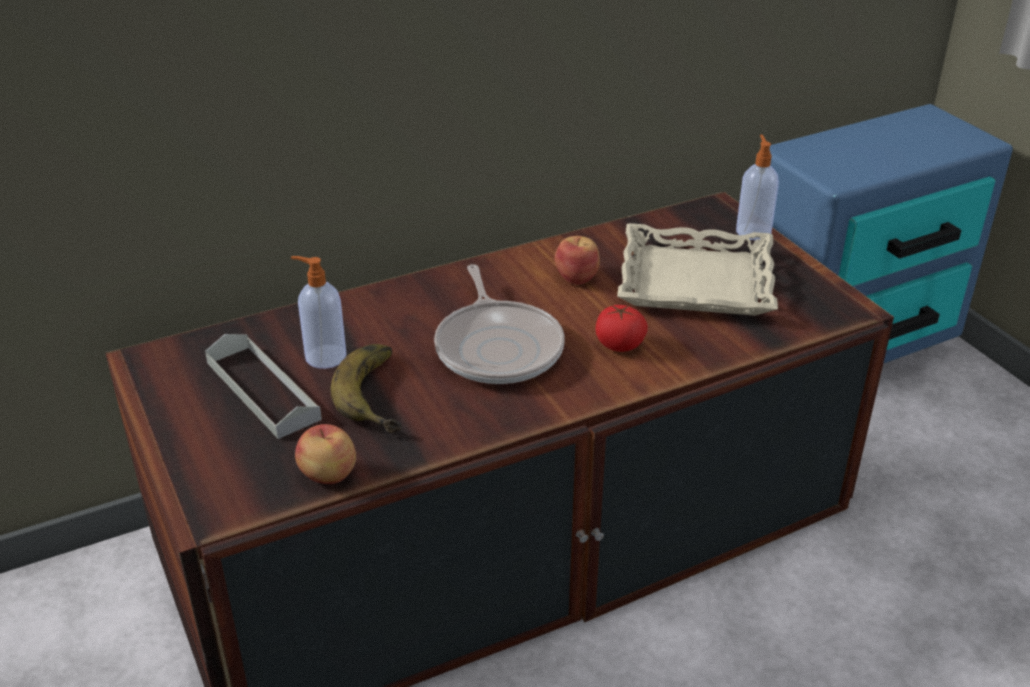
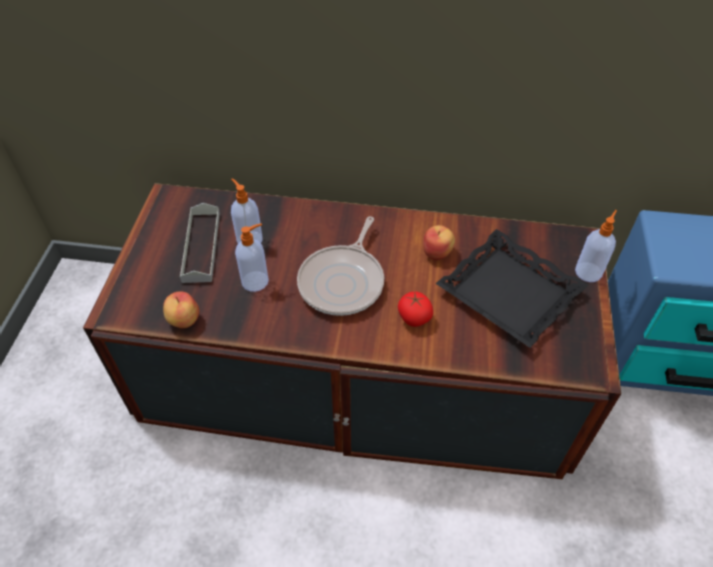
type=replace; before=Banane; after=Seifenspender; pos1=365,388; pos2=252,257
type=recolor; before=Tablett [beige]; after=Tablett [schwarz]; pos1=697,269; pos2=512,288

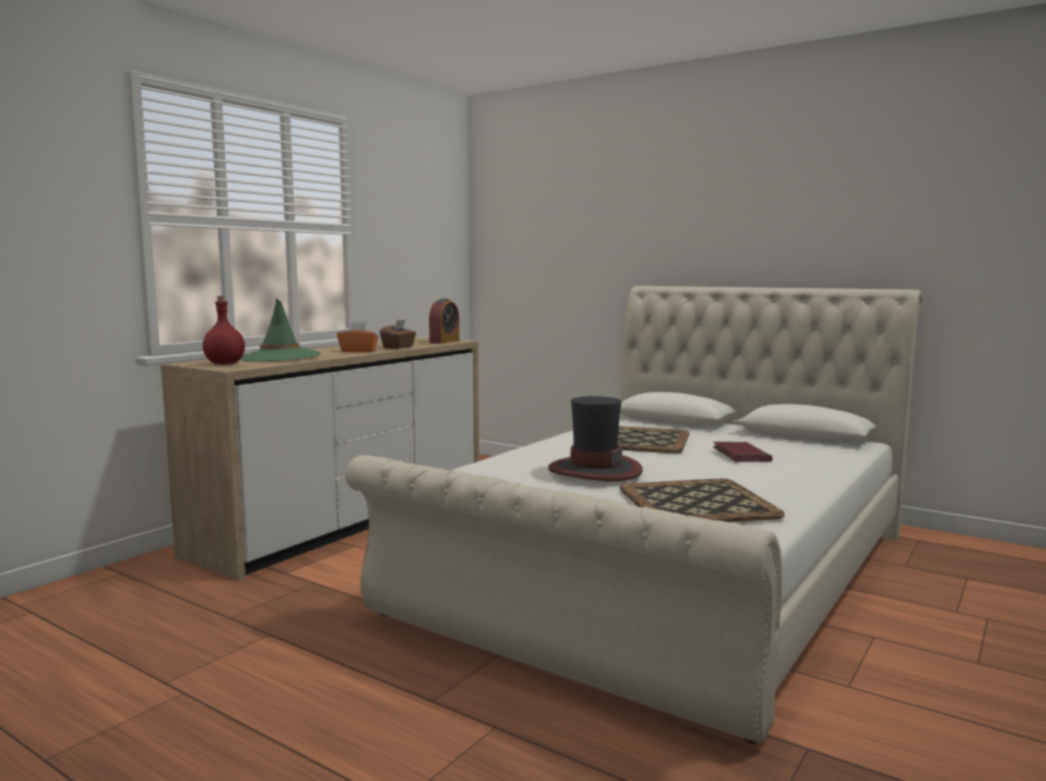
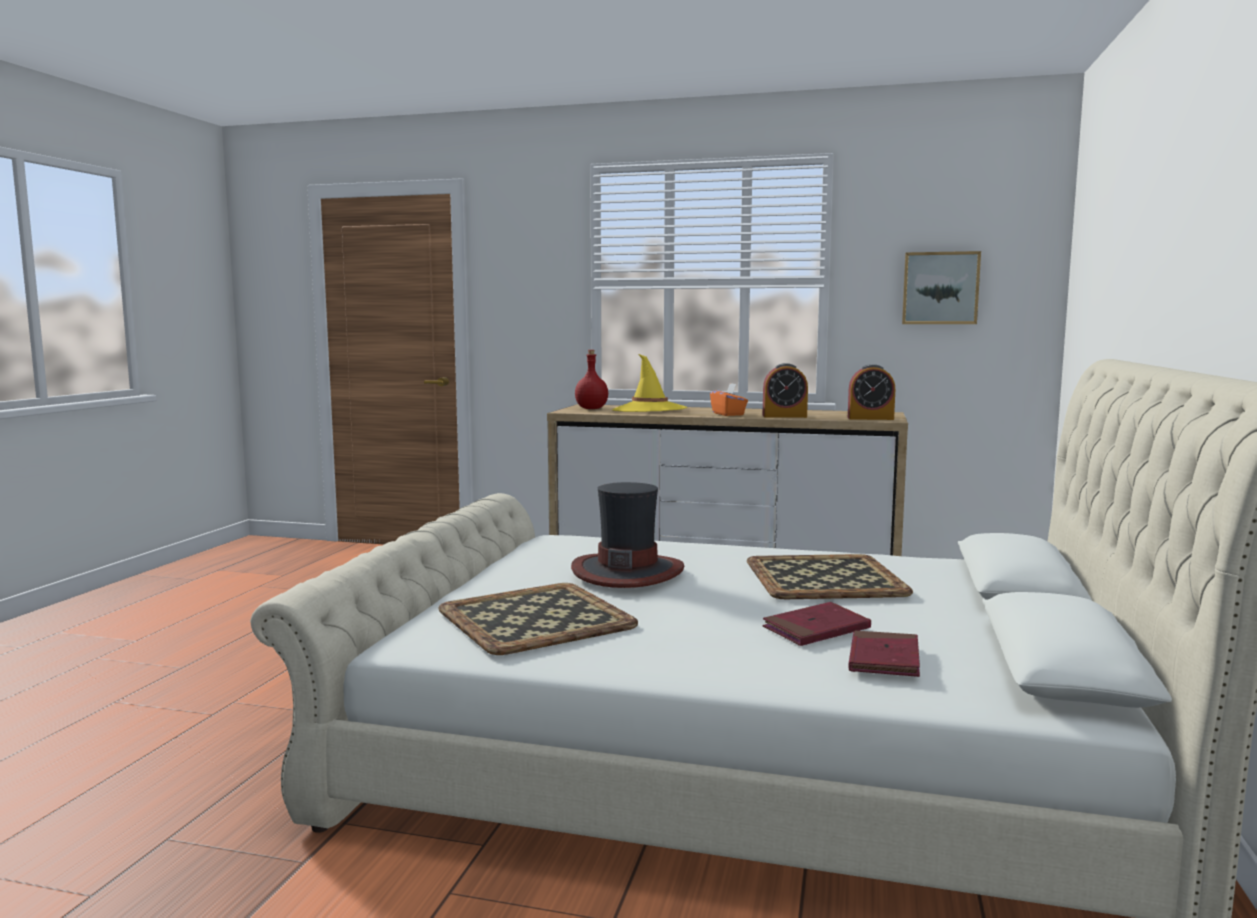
type=insert; after=Buch [rot]; pos2=884,654
type=insert; after=Bild; pos2=941,287
type=replace; before=Taschentuchbox [braun]; after=Wecker; pos1=398,334; pos2=785,390
type=recolor; before=Hut [grün]; after=Hut [gelb]; pos1=280,330; pos2=649,383

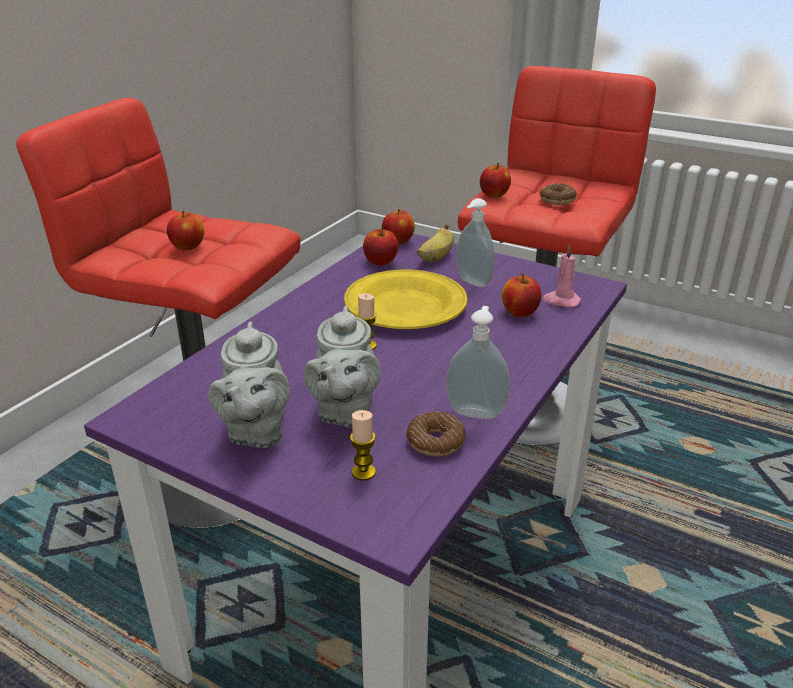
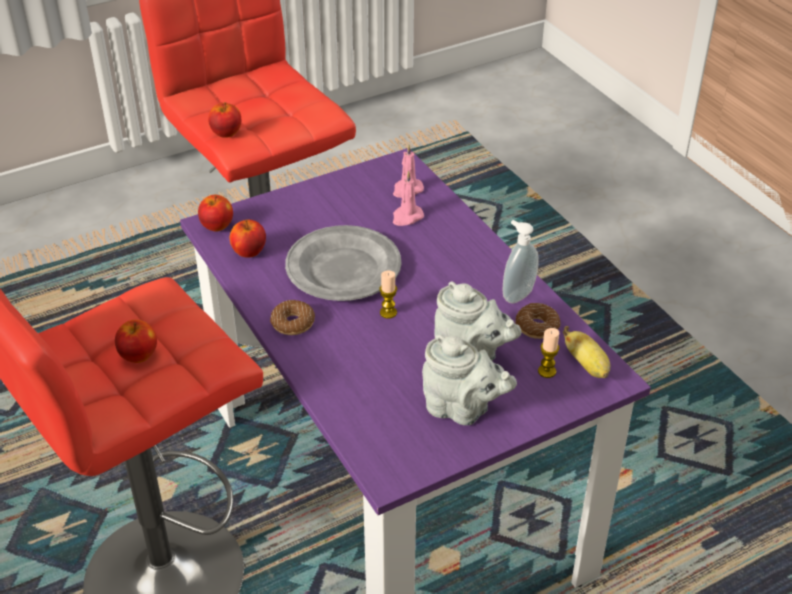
type=delete; before=Seifenspender; pos1=476,242
type=move; before=Banane; pos1=435,243; pos2=586,352
type=move; before=Donut; pos1=558,194; pos2=292,317
type=replace; before=Apfel; after=Kerze [rosa]; pos1=521,295; pos2=408,198
type=recolor; before=Teller [gelb]; after=Teller [grau]; pos1=406,299; pos2=343,263

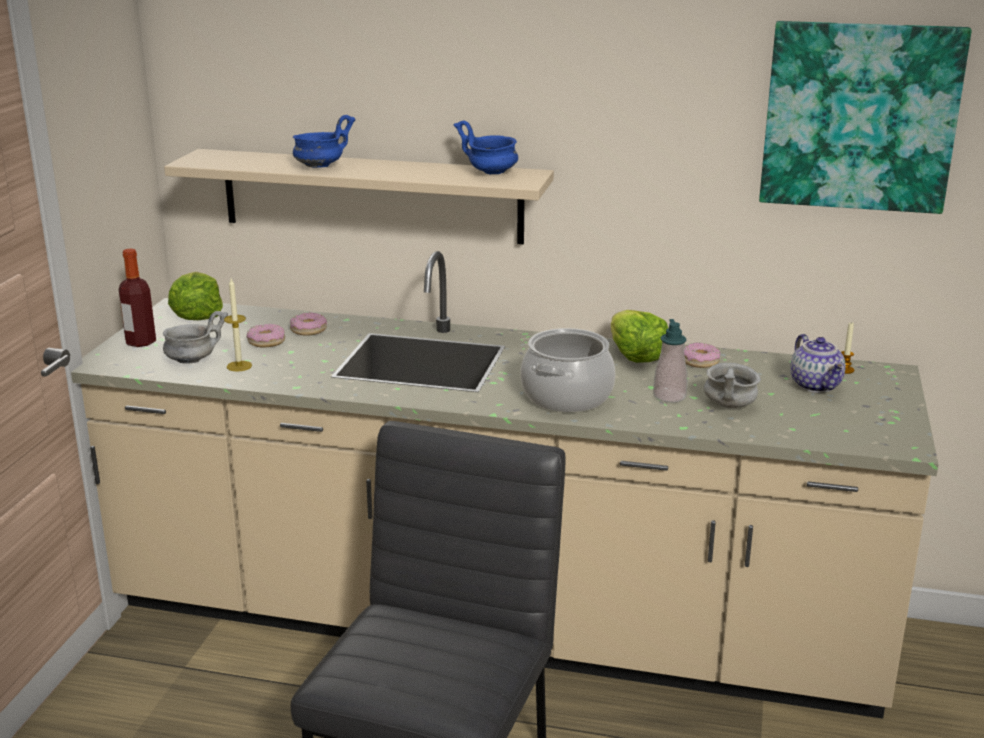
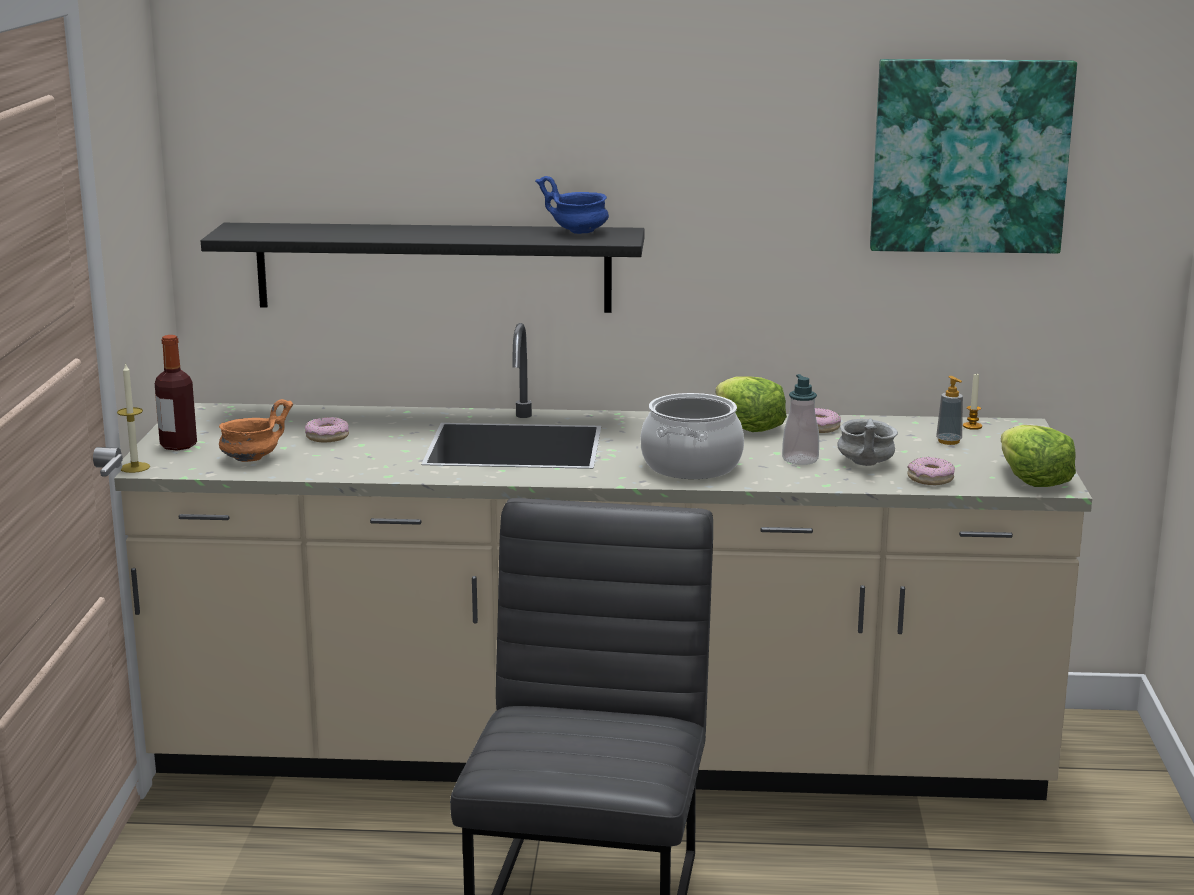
type=delete; before=Schüssel [blau]; pos1=324,141
type=move; before=Salatkopf; pos1=195,296; pos2=1038,456
type=move; before=Kerze; pos1=238,325; pos2=133,418
type=move; before=Donut; pos1=308,324; pos2=931,471
type=replace; before=Teekanne; after=Seifenspender; pos1=818,363; pos2=949,410
type=recolor; before=Schüssel [grau]; after=Schüssel [orange]; pos1=195,337; pos2=256,430
type=recolor; before=Wandregal [beige]; after=Wandregal [schwarz]; pos1=359,196; pos2=423,268

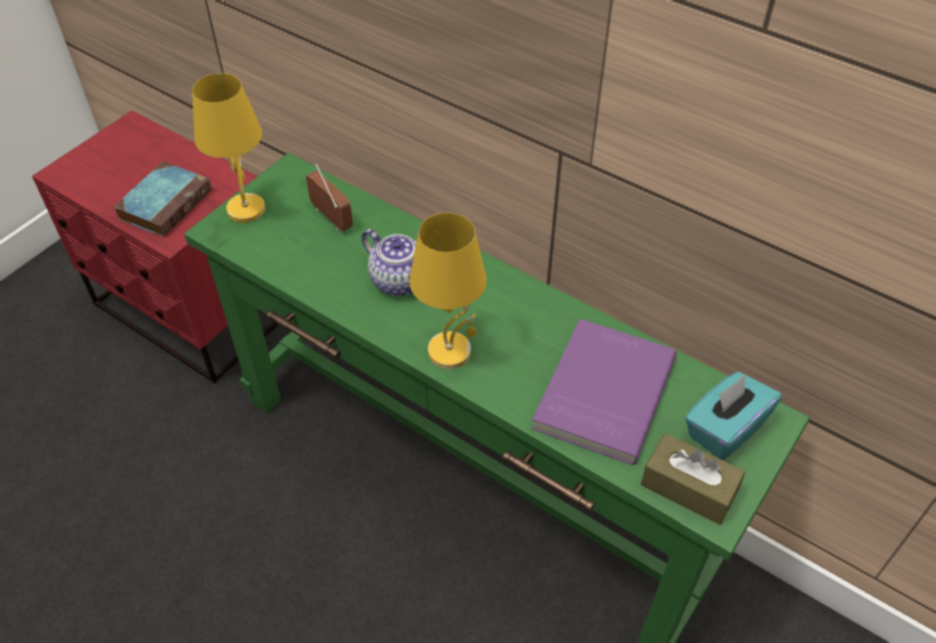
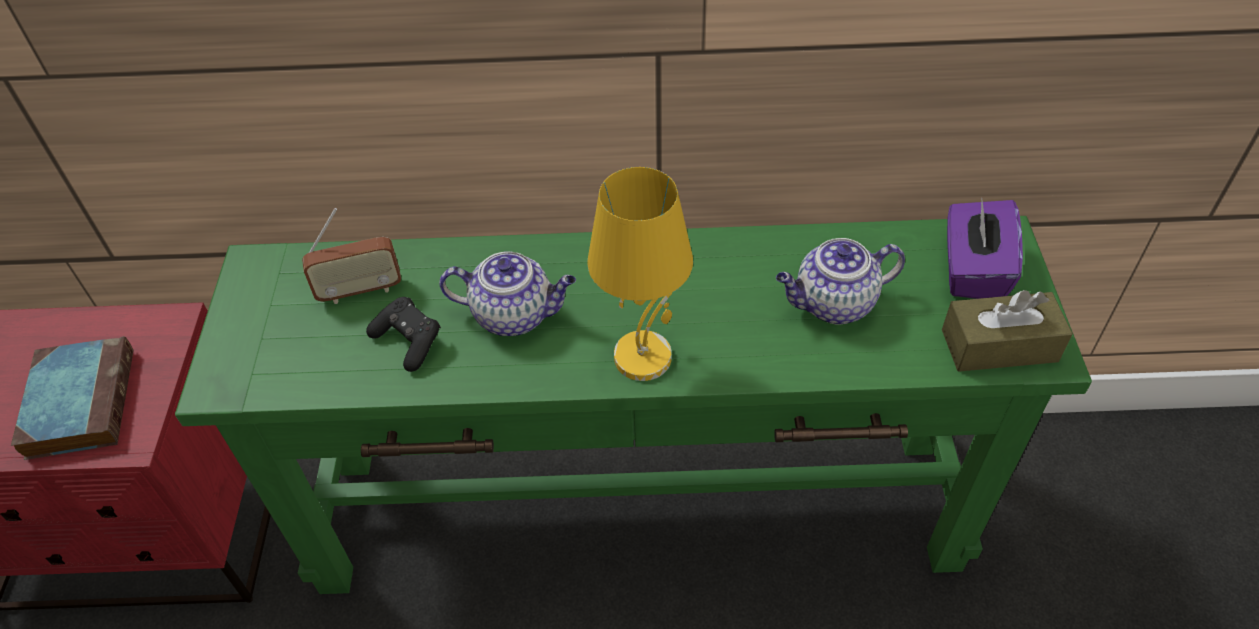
type=delete; before=Tischlampe [gelb]; pos1=228,148
type=insert; after=Gamepad [schwarz]; pos2=403,334
type=replace; before=Buch [lila]; after=Teekanne; pos1=604,392; pos2=840,281
type=recolor; before=Taschentuchbox [türkis]; after=Taschentuchbox [lila]; pos1=733,416; pos2=985,249
type=rotate; before=Radio; pos1=329,197; pos2=351,256; turn=150

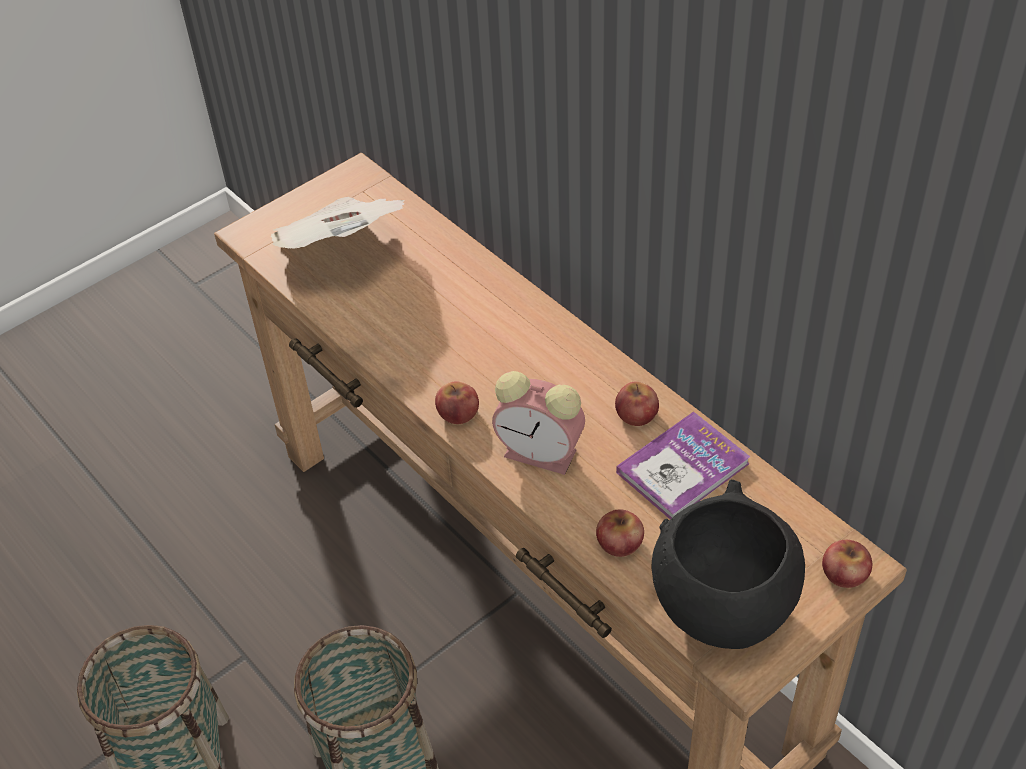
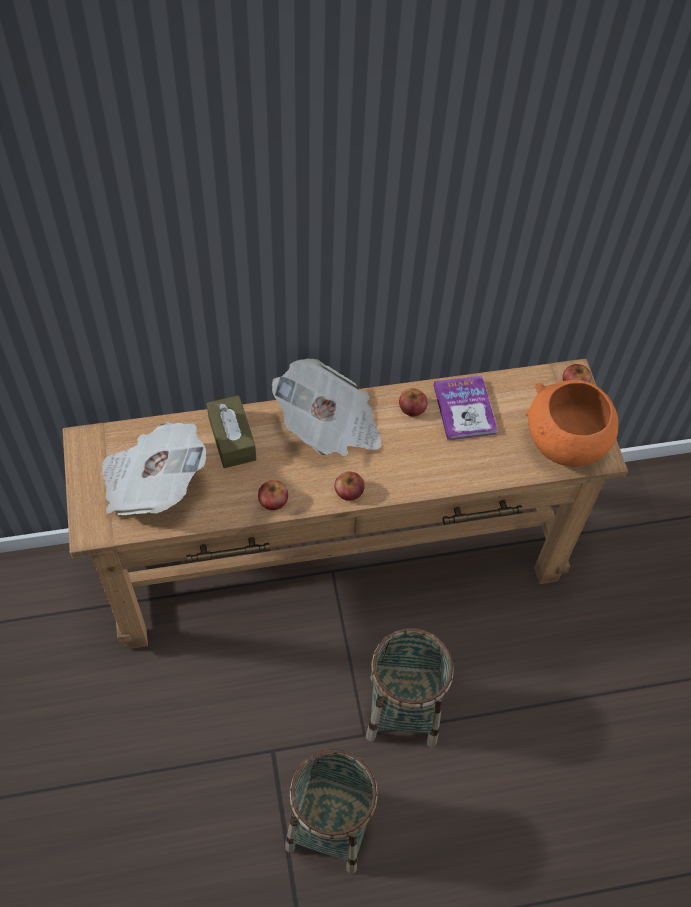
type=delete; before=Wecker; pos1=538,423
type=insert; after=Taschentuchbox [braun]; pos2=231,431
type=insert; after=Zeitung; pos2=327,407
type=move; before=Apfel; pos1=620,533; pos2=273,495
type=recolor; before=Schüssel [schwarz]; after=Schüssel [orange]; pos1=728,564; pos2=572,423

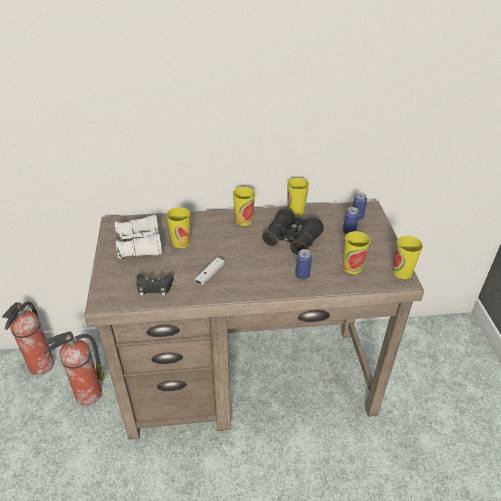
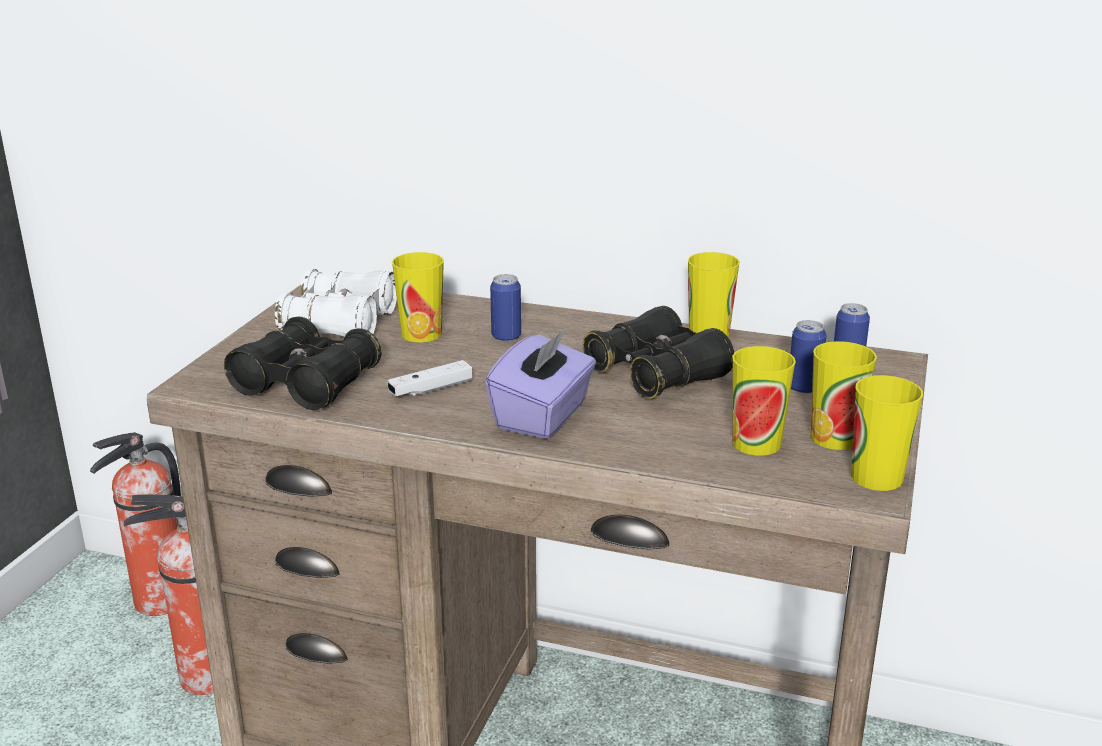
type=insert; after=Taschentuchbox [lila]; pos2=540,384
type=move; before=Tasse; pos1=244,206; pos2=844,395
type=move; before=Dose; pos1=303,264; pos2=505,307
type=replace; before=Gamepad [schwarz]; after=Fernglas [schwarz]; pos1=154,285; pos2=303,363

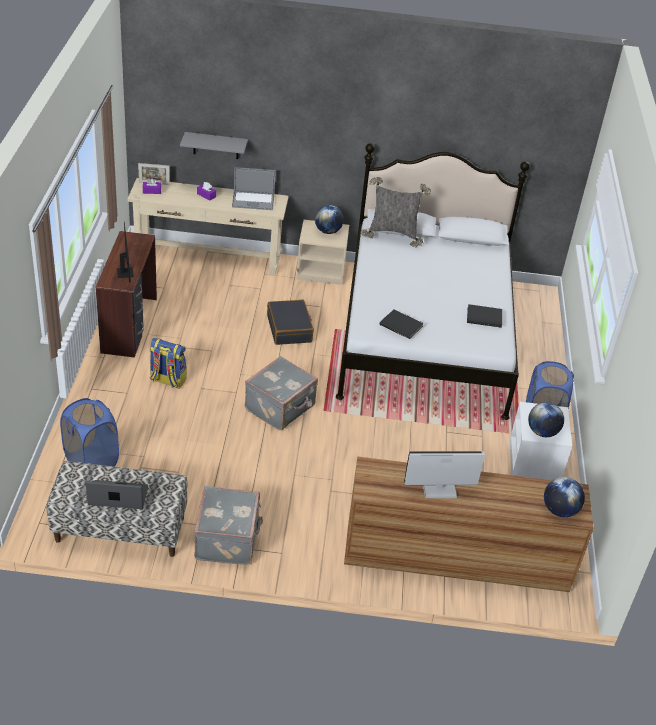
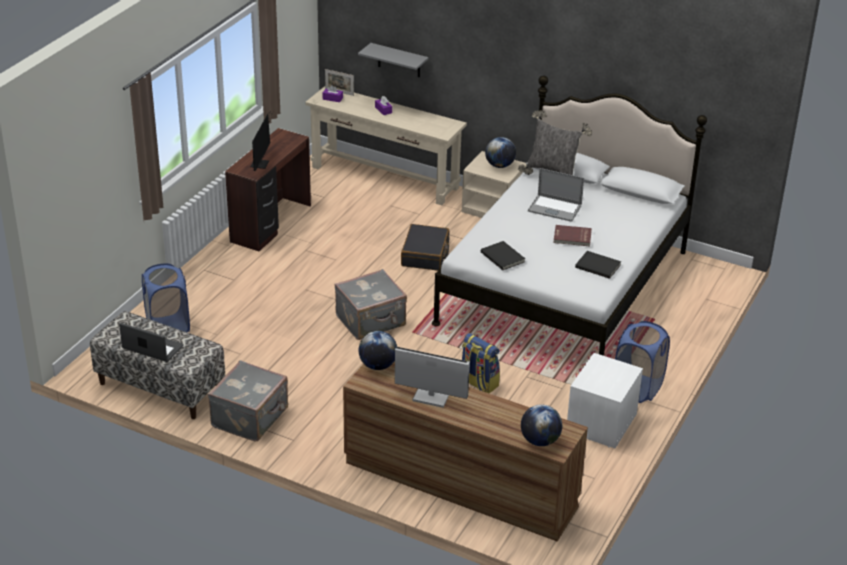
type=insert; after=Buch [rot]; pos2=572,235
type=move; before=Rucksack; pos1=168,363; pos2=481,363
type=move; before=Laptop; pos1=254,188; pos2=556,195
type=move; before=Globus; pos1=546,419; pos2=378,350

